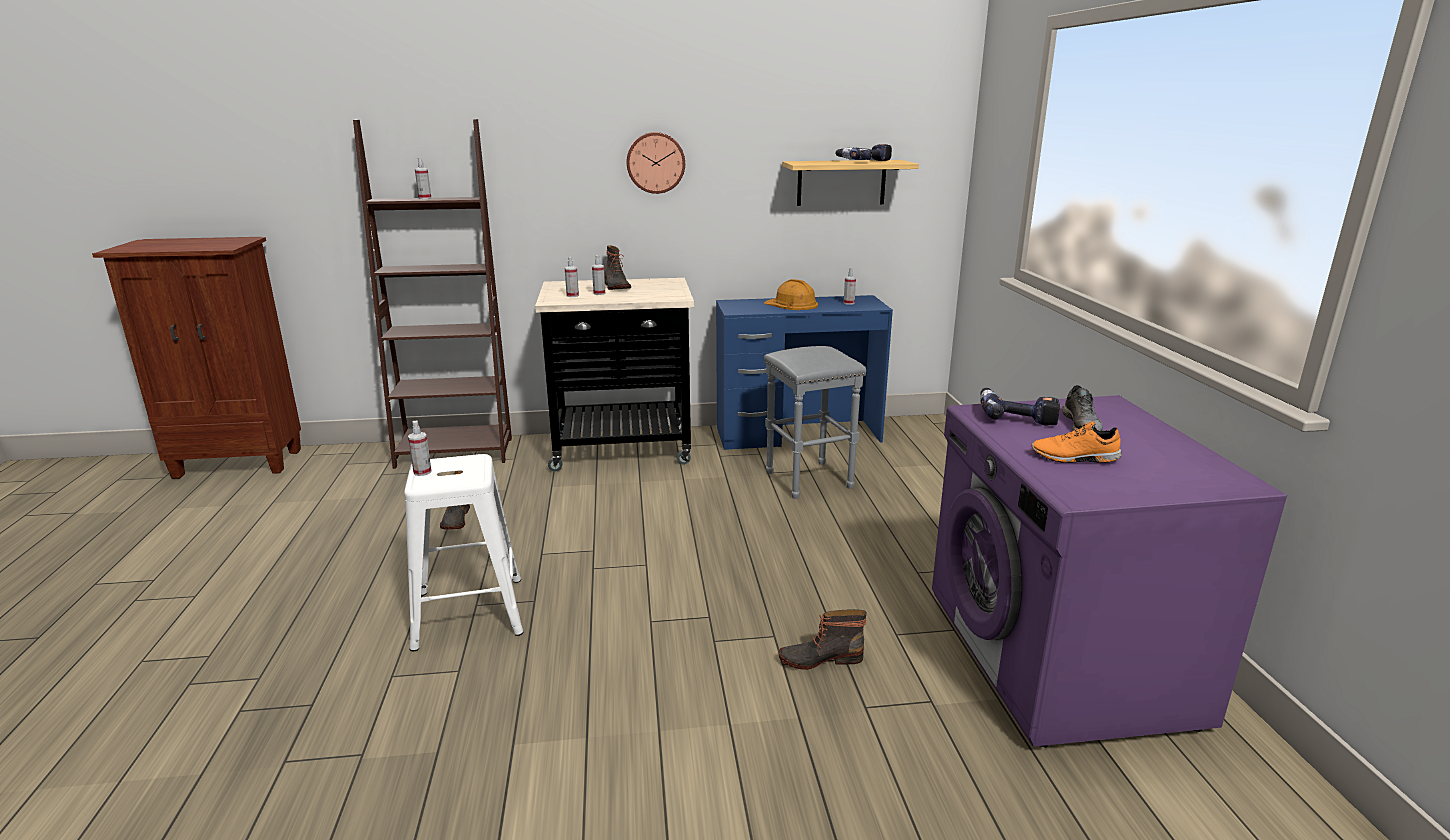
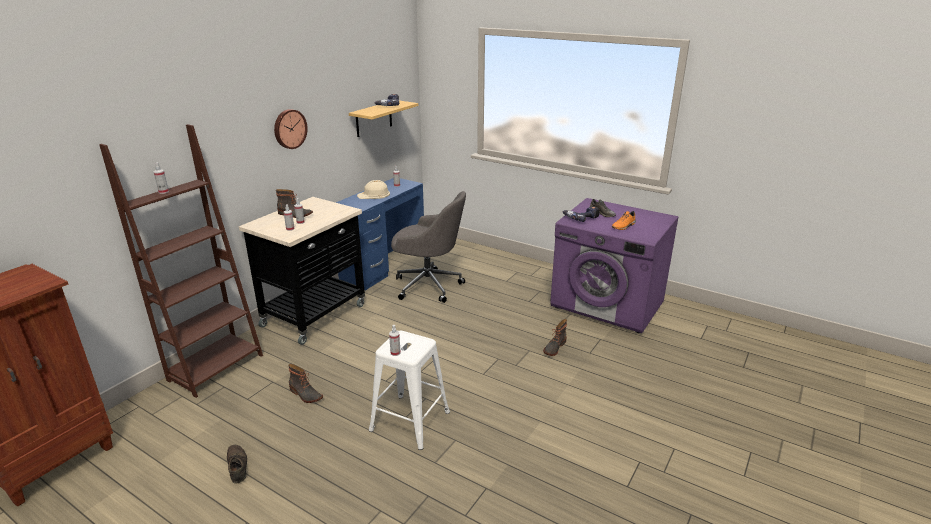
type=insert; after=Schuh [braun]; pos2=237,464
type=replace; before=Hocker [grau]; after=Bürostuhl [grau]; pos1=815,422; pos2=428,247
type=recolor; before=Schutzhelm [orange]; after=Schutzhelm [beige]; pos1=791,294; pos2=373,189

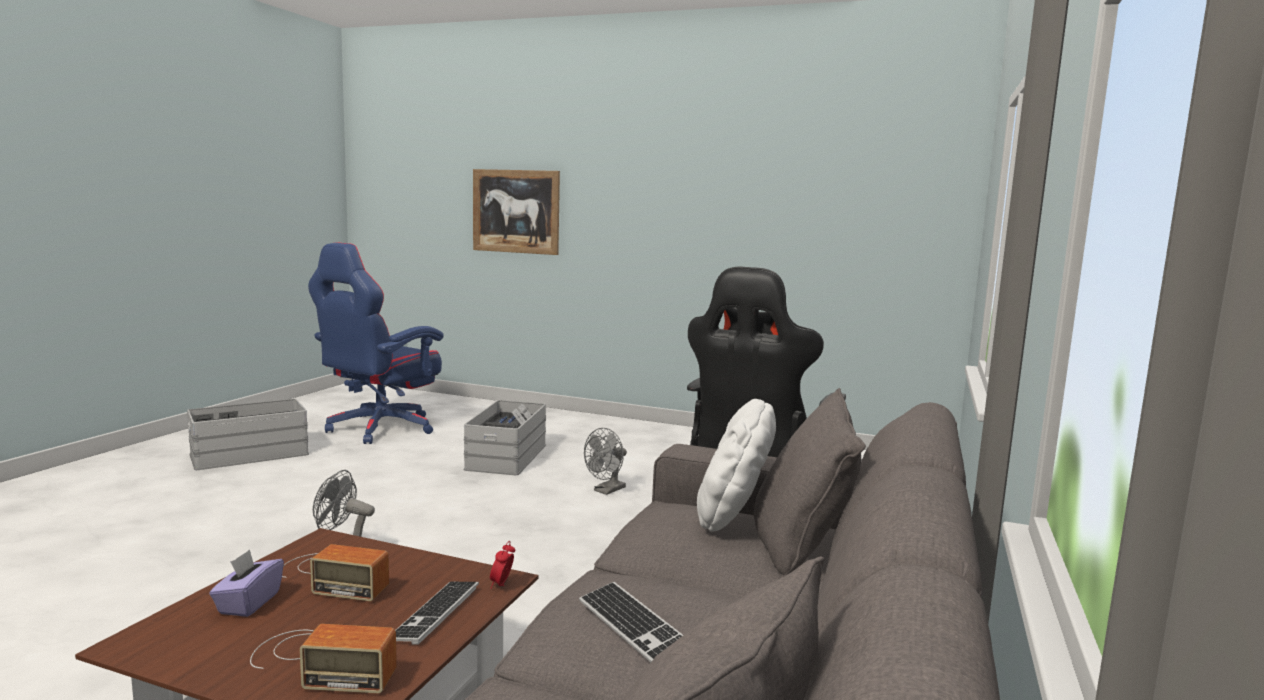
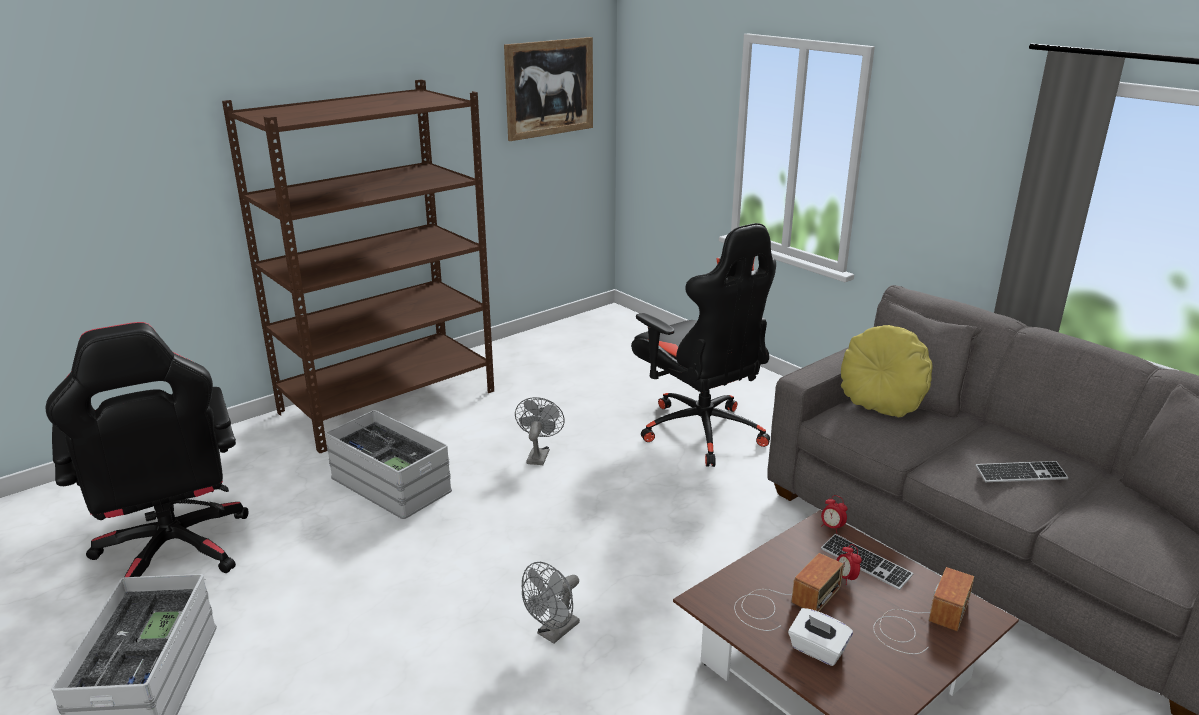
type=insert; after=Bücherregal [braun]; pos2=358,266
type=insert; after=Wecker; pos2=849,564
type=move; before=Bild; pos1=516,212; pos2=548,89
type=recolor; before=Taschentuchbox [lila]; after=Taschentuchbox [weiß]; pos1=246,583; pos2=820,637
type=recolor; before=Bürostuhl [blau]; after=Bürostuhl [schwarz]; pos1=375,343; pos2=147,449
type=recolor; before=Kissen [weiß]; after=Kissen [gelb]; pos1=736,465; pos2=886,371
type=rotate; before=Ventilator [grau]; pos1=605,461; pos2=540,431; turn=-150

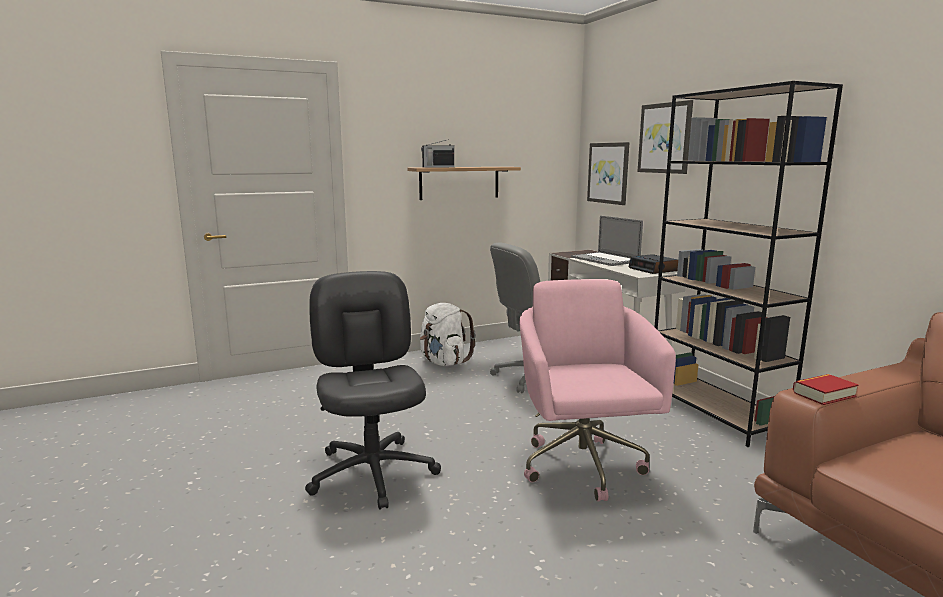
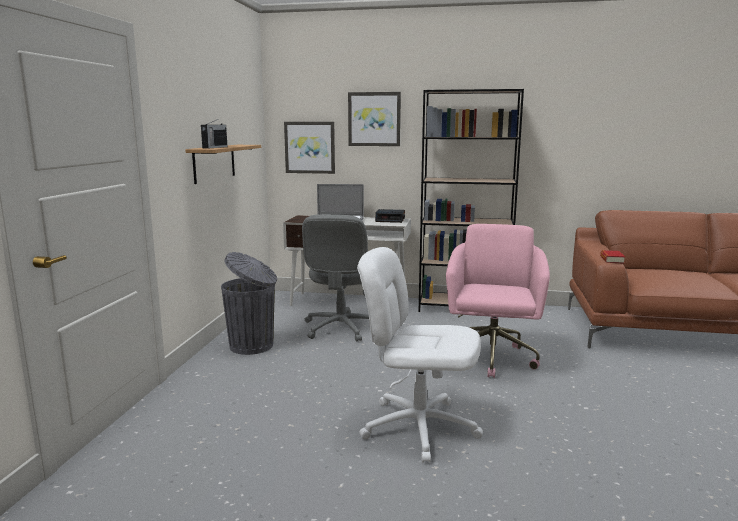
type=replace; before=Rucksack [weiß]; after=Mülleimer [grau]; pos1=448,334; pos2=249,303
type=recolor; before=Bürostuhl [schwarz]; after=Bürostuhl [weiß]; pos1=373,390; pos2=420,354
type=rotate; before=Bürostuhl [rosa]; pos1=597,390; pos2=498,301; turn=75

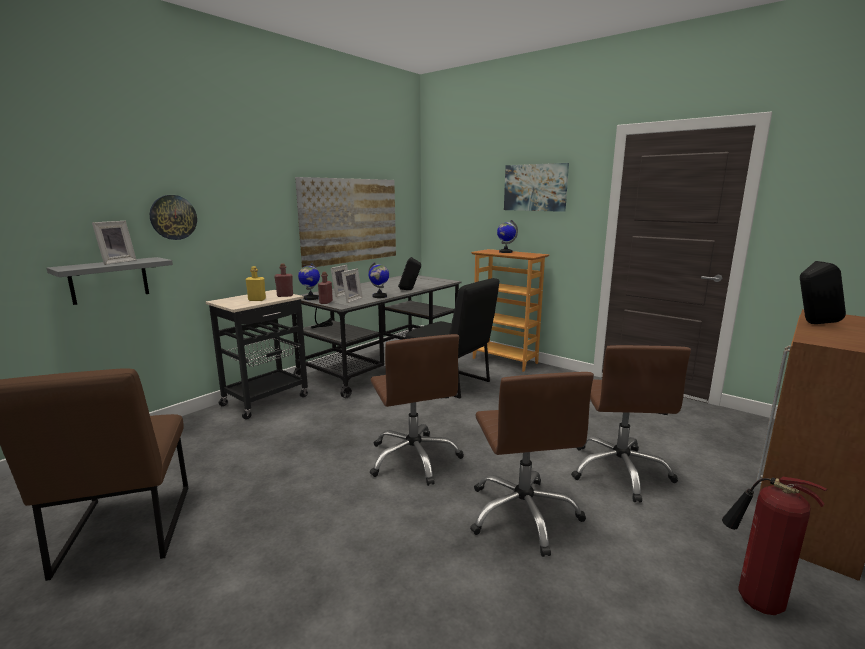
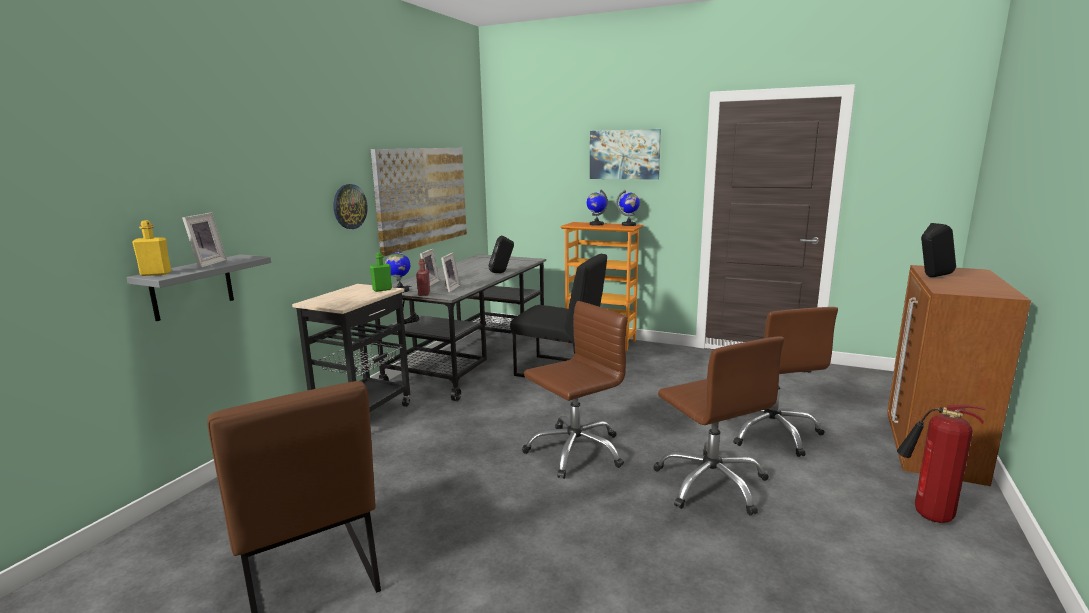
type=move; before=Wanduhr; pos1=173,217; pos2=350,206
type=move; before=Flasche [gelb]; pos1=255,283; pos2=151,248
type=move; before=Globus; pos1=378,280; pos2=628,208
type=recolor; before=Flasche [rot]; after=Flasche [grün]; pos1=283,280; pos2=381,272
type=rotate; before=Bürostuhl [braun]; pos1=417,410; pos2=575,390; turn=-90

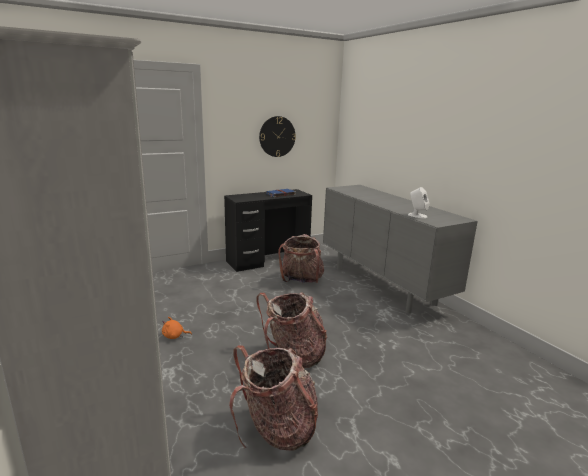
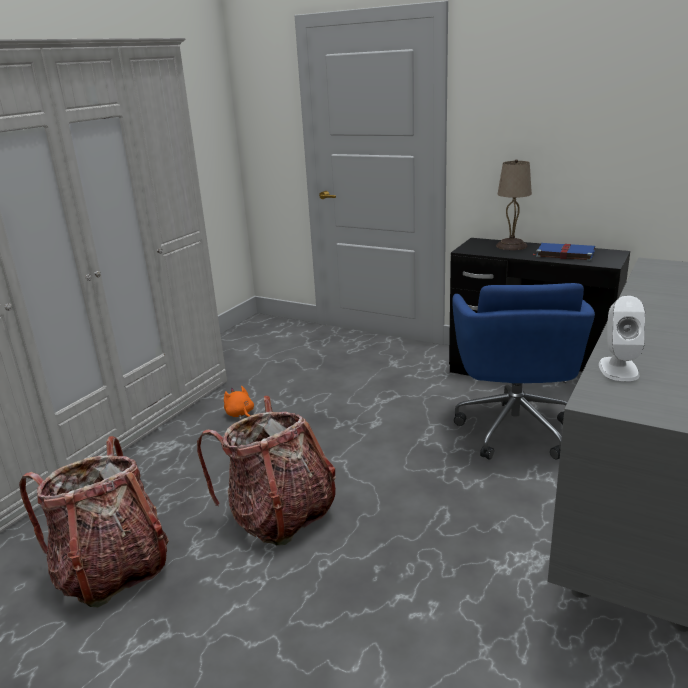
type=delete; before=Wanduhr; pos1=277,136
type=insert; after=Tischlampe [beige]; pos2=514,204
type=replace; before=Rucksack; after=Bürostuhl [blau]; pos1=301,258; pos2=524,371

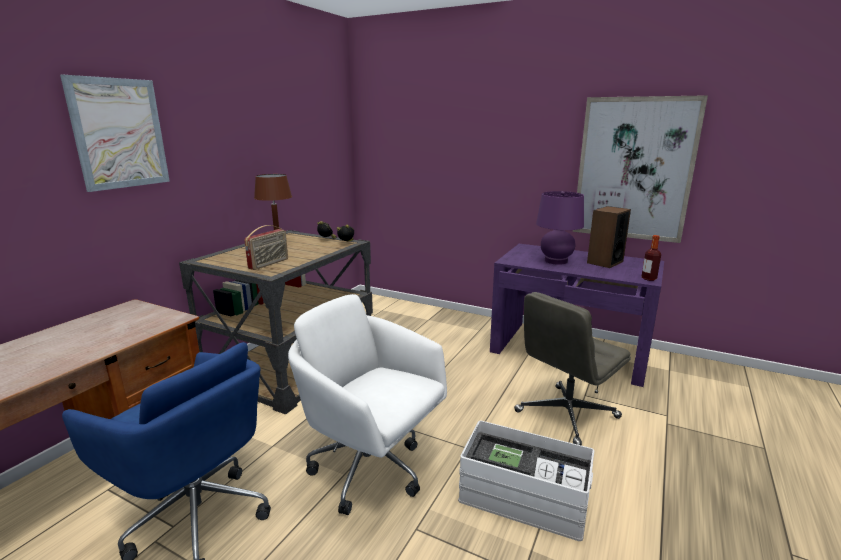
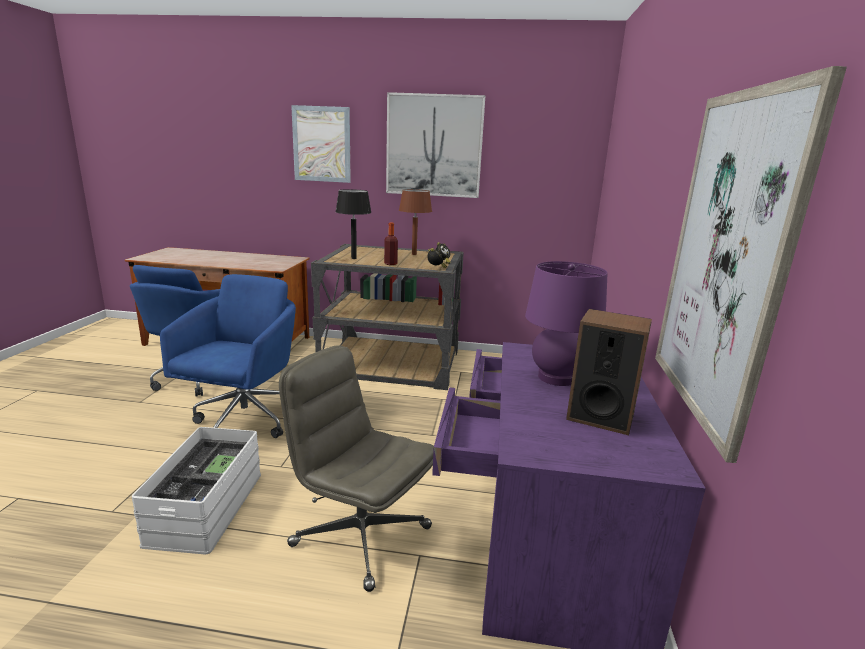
type=insert; after=Bild; pos2=435,145
type=move; before=Flasche; pos1=651,258; pos2=391,244
type=replace; before=Radio; after=Tischlampe [schwarz]; pos1=266,247; pos2=353,224
type=recolor; before=Bürostuhl [weiß]; after=Bürostuhl [blau]; pos1=367,404; pos2=228,356

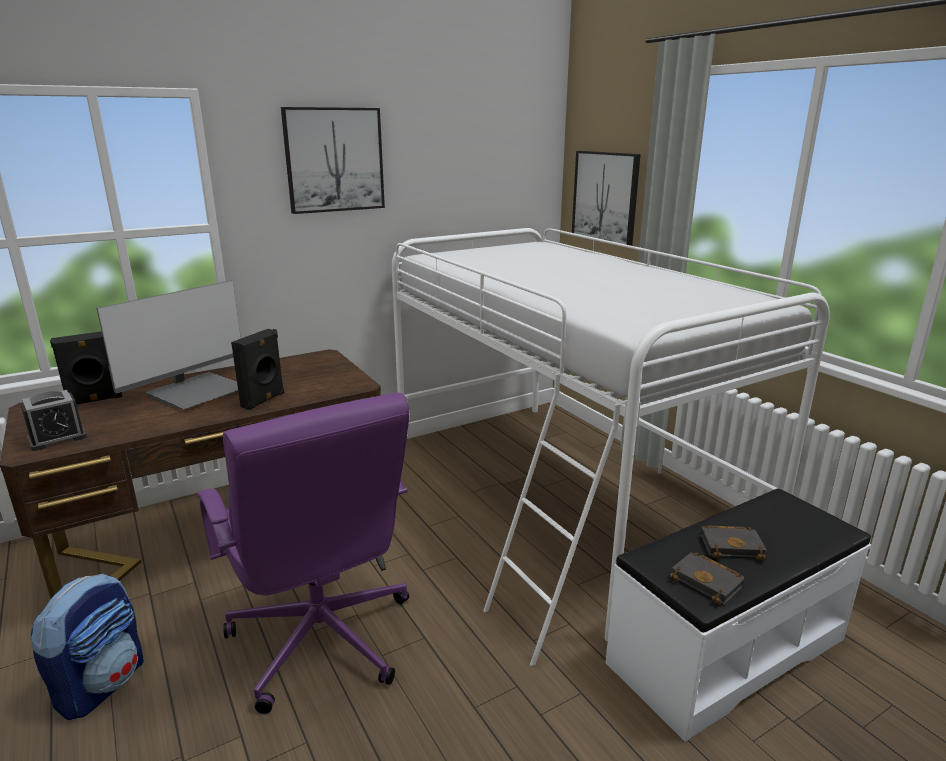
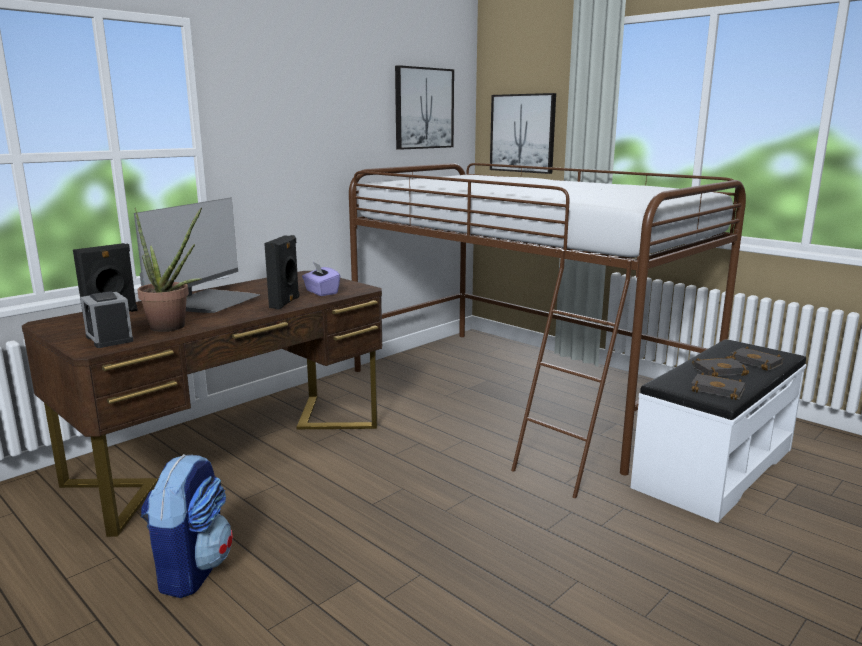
type=delete; before=Bürostuhl [lila]; pos1=303,553
type=insert; after=Topfpflanze; pos2=168,270
type=insert; after=Taschentuchbox [lila]; pos2=321,279
type=insert; after=Buch [schwarz]; pos2=756,358
type=move; before=Bild; pos1=333,160; pos2=424,107
type=recolor; before=Bett [weiß]; after=Bett [braun]; pos1=611,447; pos2=547,330
type=rotate; before=Wecker; pos1=53,420; pos2=107,319; turn=105

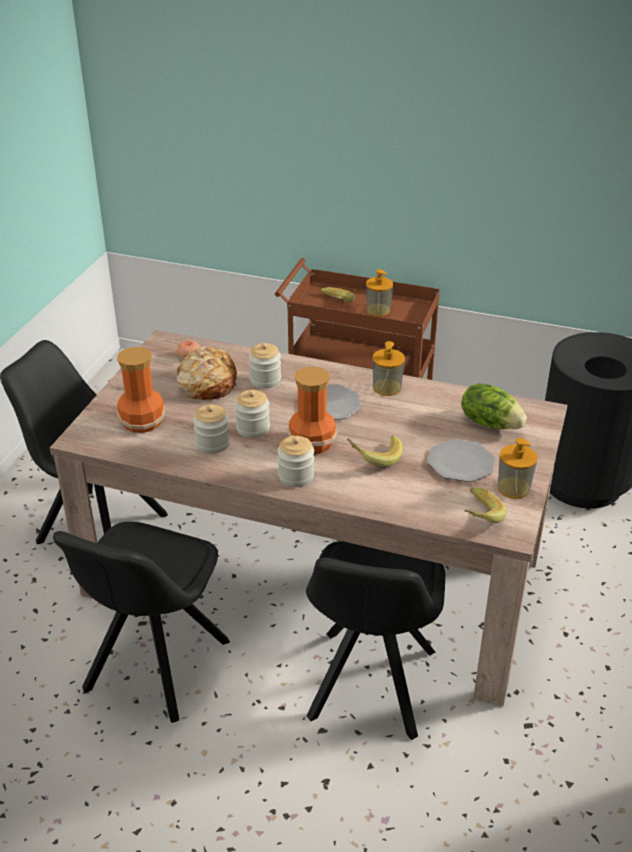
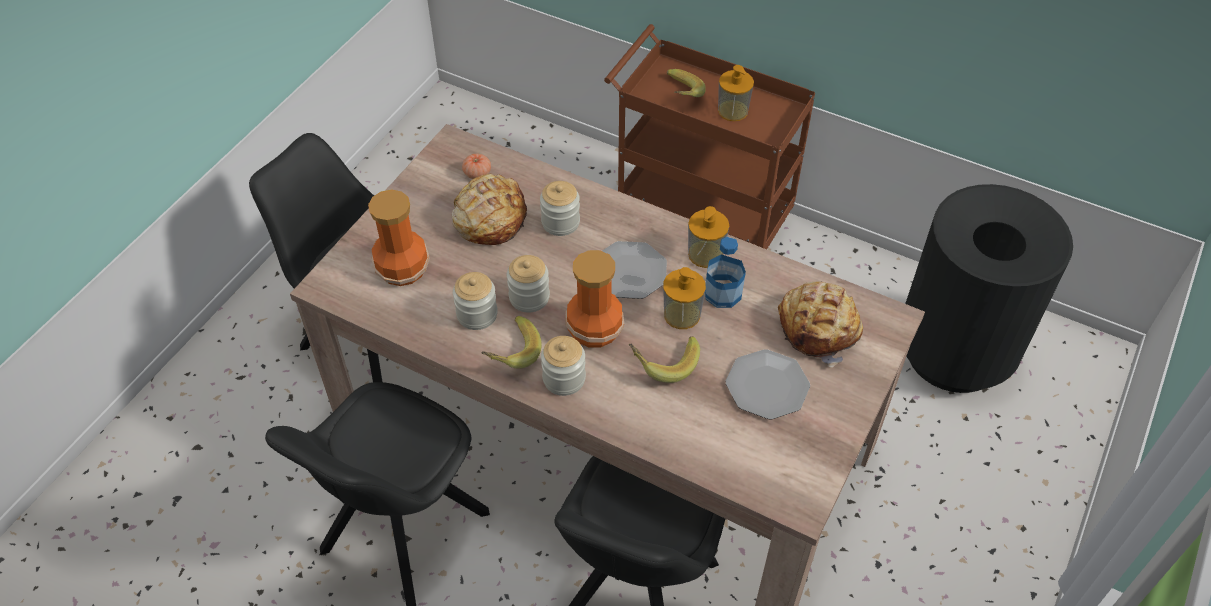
type=insert; after=Flasche; pos2=725,272
type=move; before=Banane; pos1=485,505; pos2=511,342
type=move; before=Seifenspender; pos1=517,468; pos2=684,298
type=replace; before=Salatkopf; after=Brot; pos1=494,406; pos2=820,324

